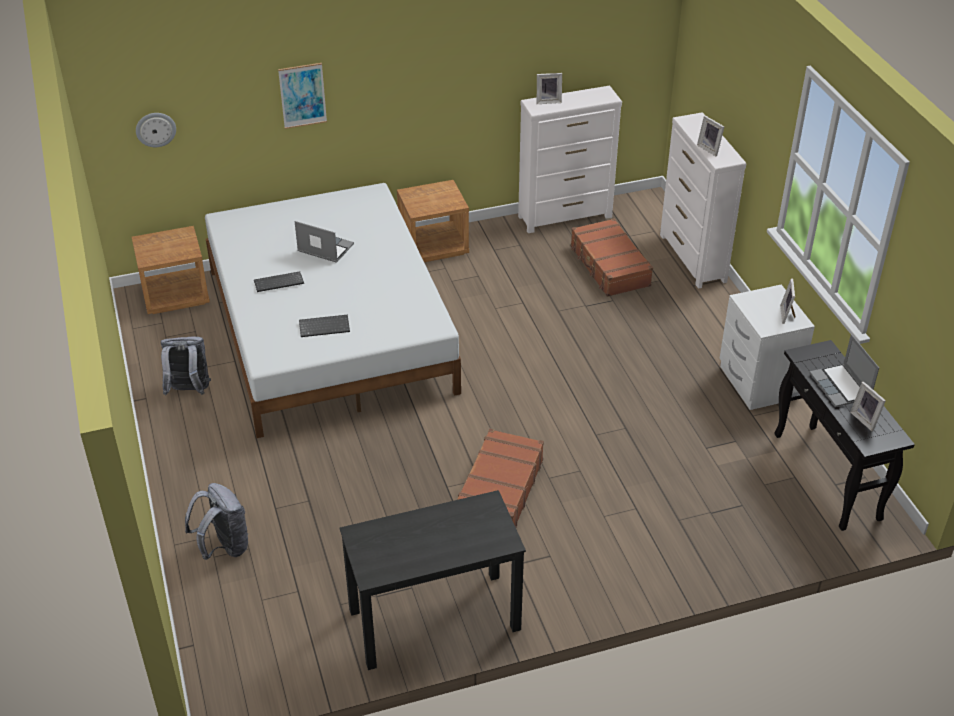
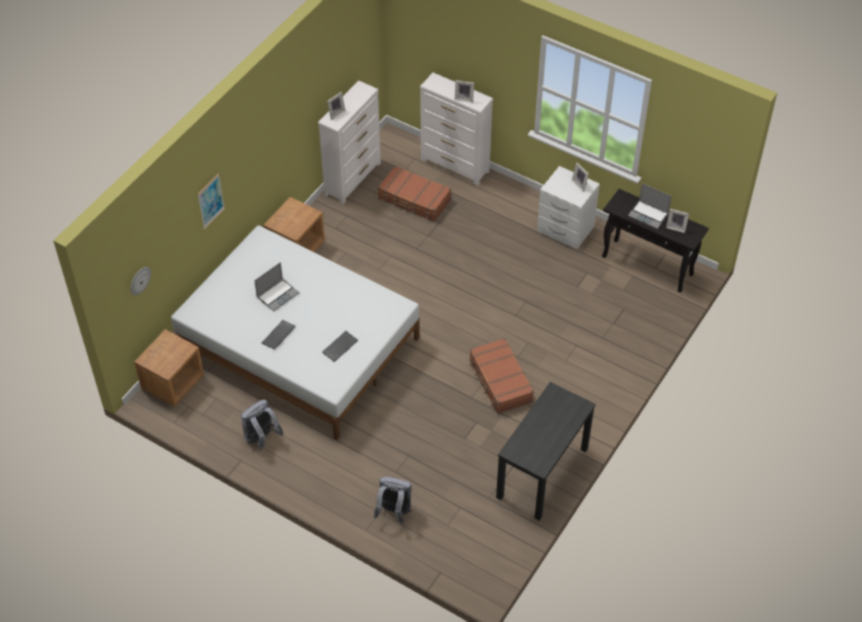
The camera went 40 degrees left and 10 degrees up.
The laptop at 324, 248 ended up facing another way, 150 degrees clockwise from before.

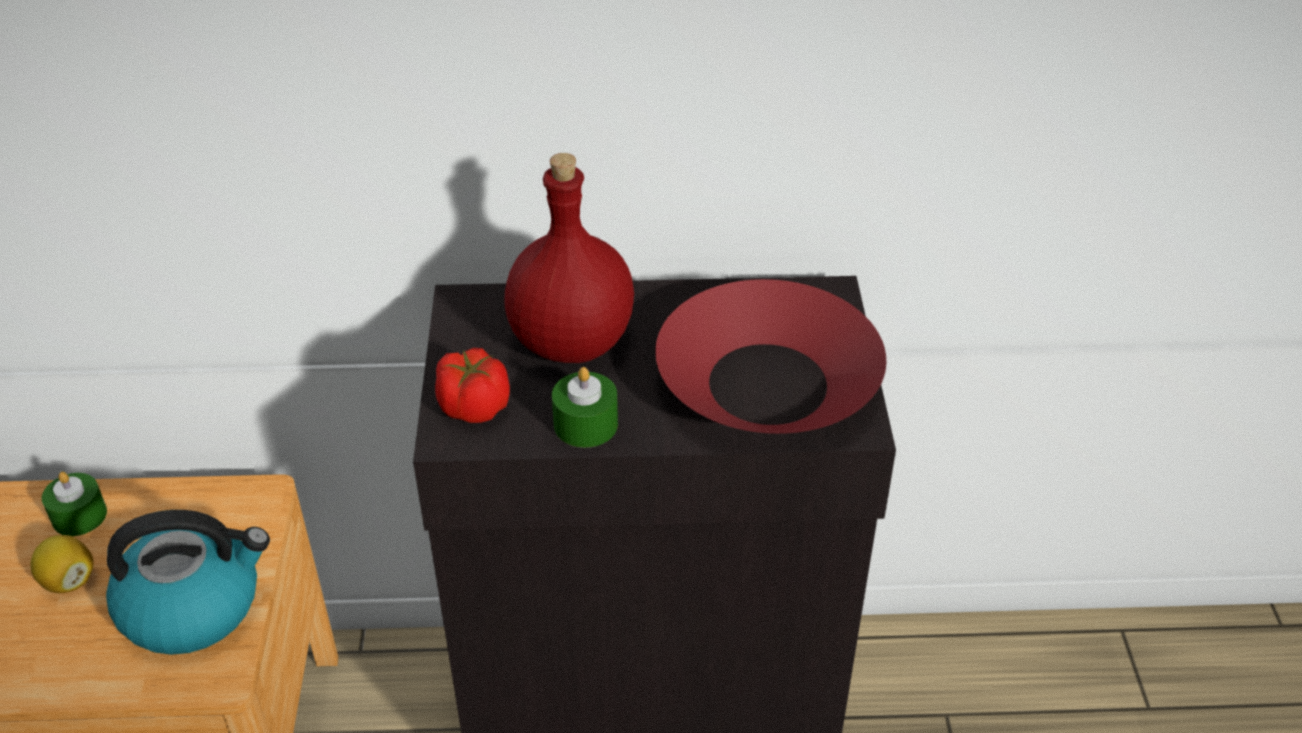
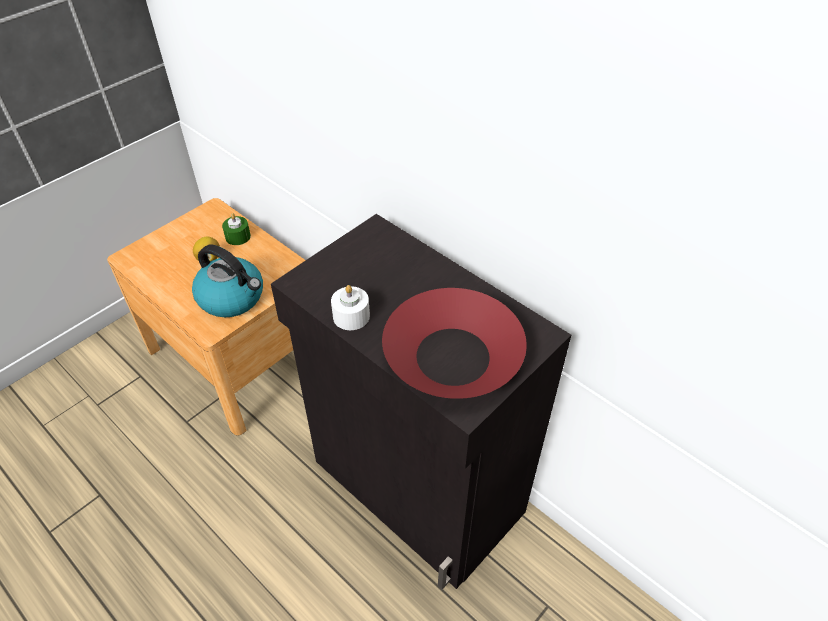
The camera went 45 degrees right and 5 degrees up.
The second view lost the red bottle at 573, 341.
The second view lost the tomato at 473, 406.
What was the green candle at 585, 424 turned into the white candle at 351, 316.

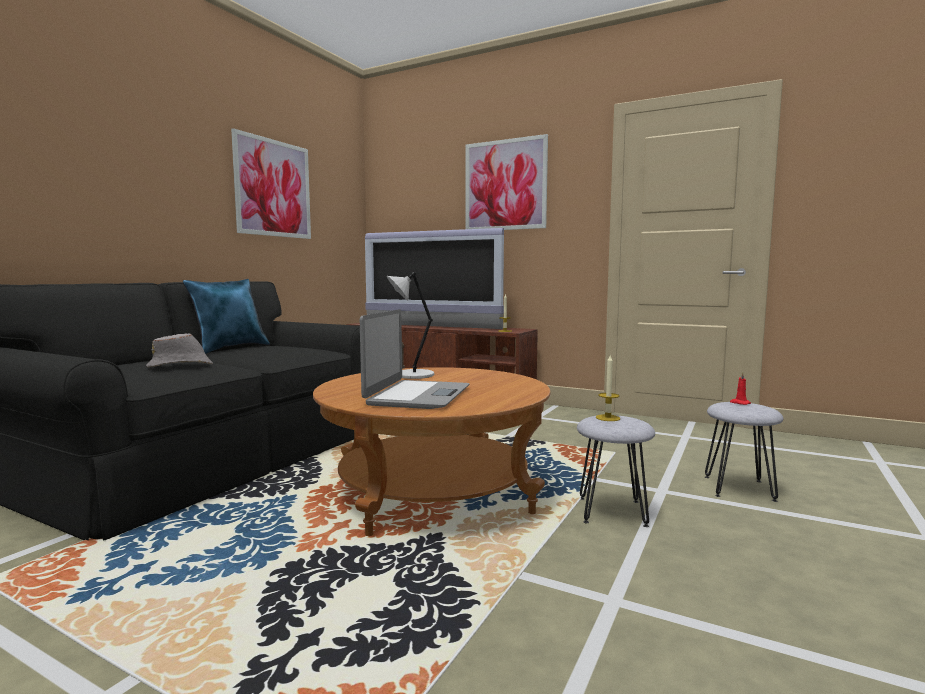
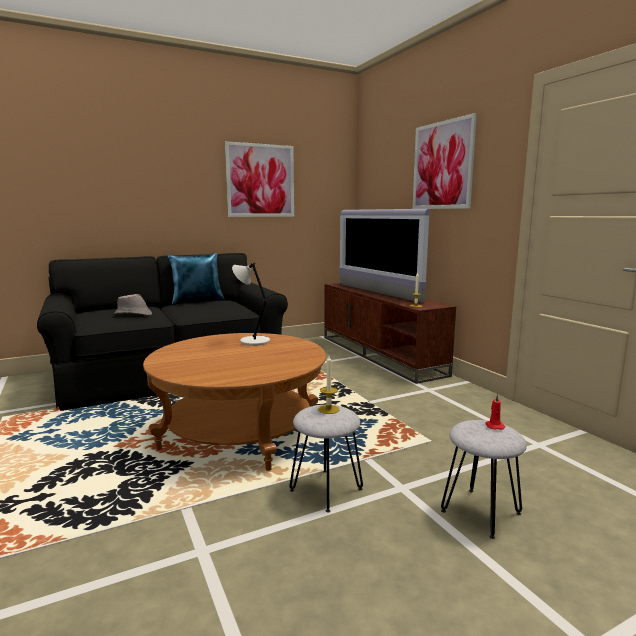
The camera went 35 degrees right and 5 degrees up.
The second view lost the laptop at 418, 396.

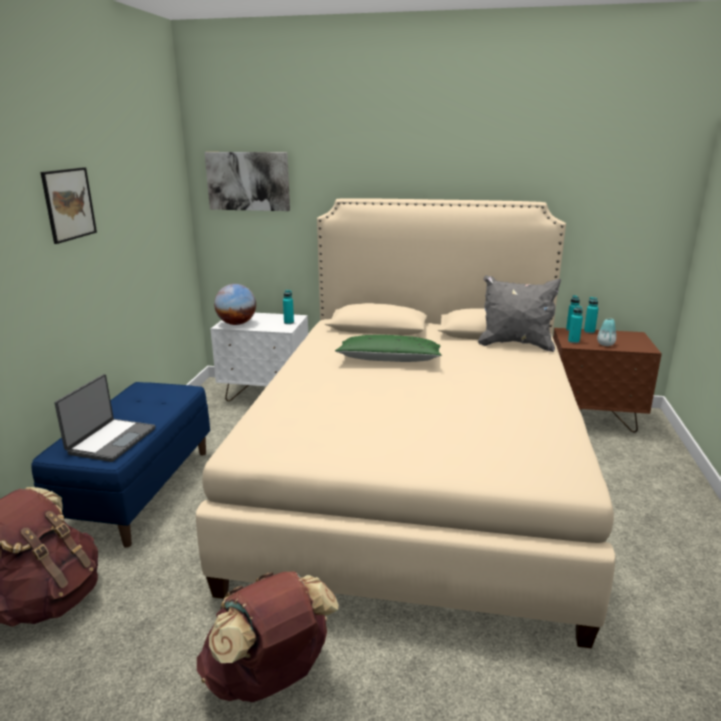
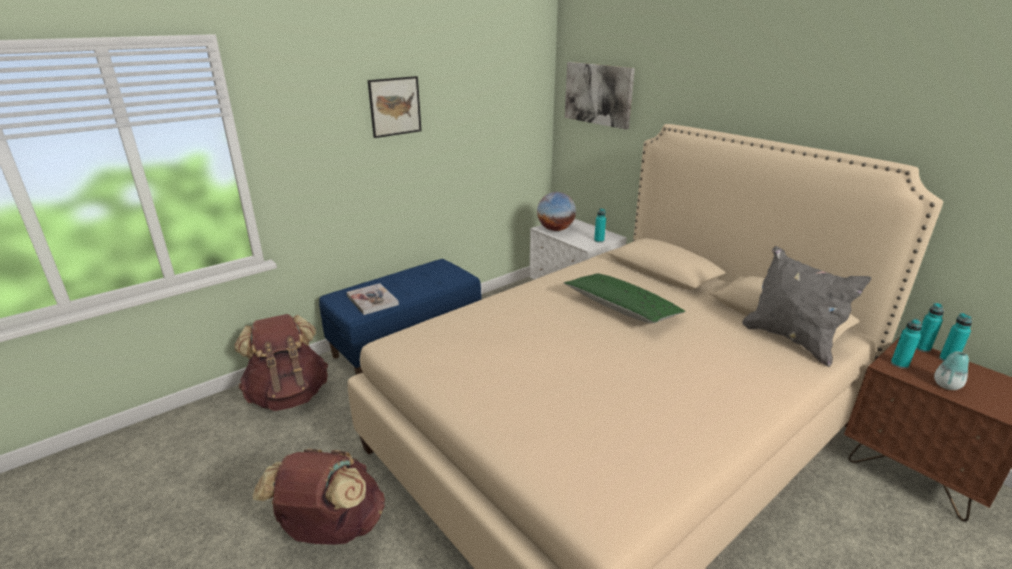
The camera went 40 degrees right and 5 degrees up.
Where the laptop stood at 111, 441, the book came to stand at 372, 300.

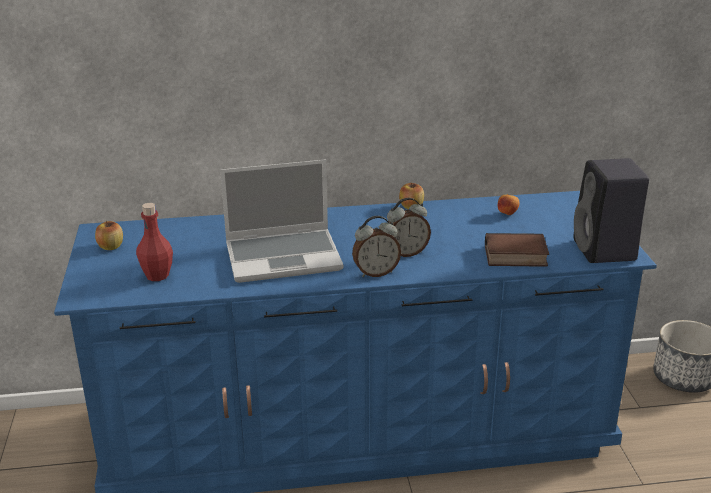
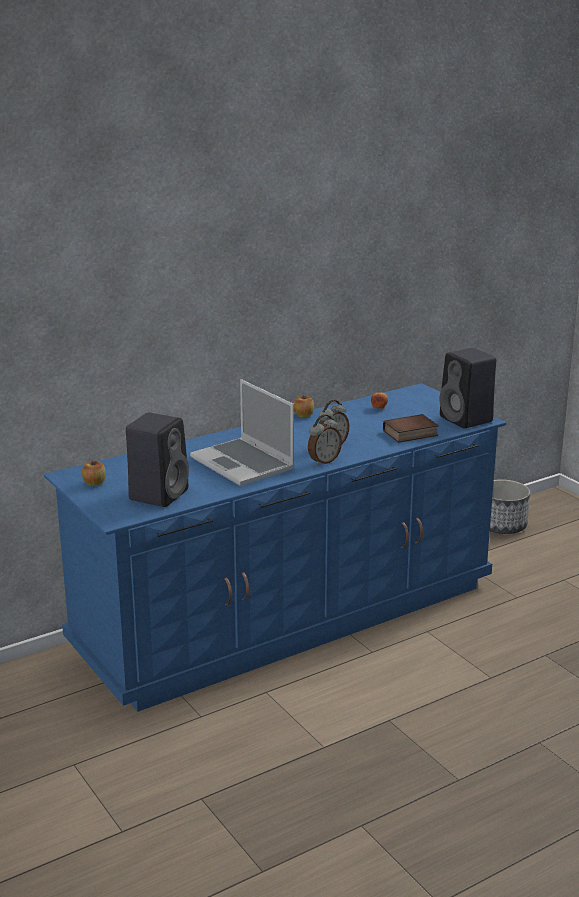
The camera went 25 degrees left and 5 degrees down.
The laptop at 284, 256 ended up facing another way, 90 degrees clockwise from before.
Where the red bottle stood at 157, 275, the black speaker came to stand at 159, 494.

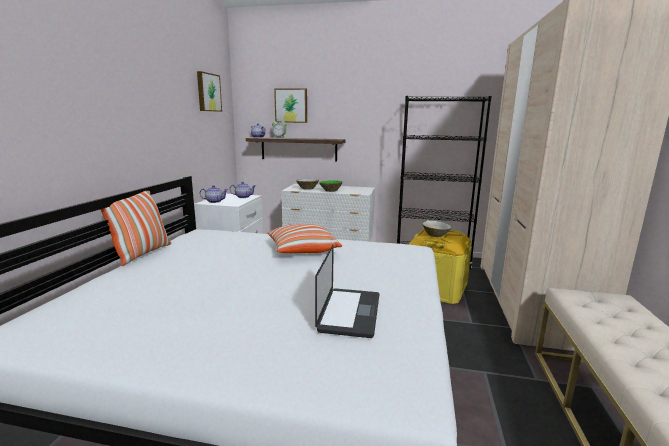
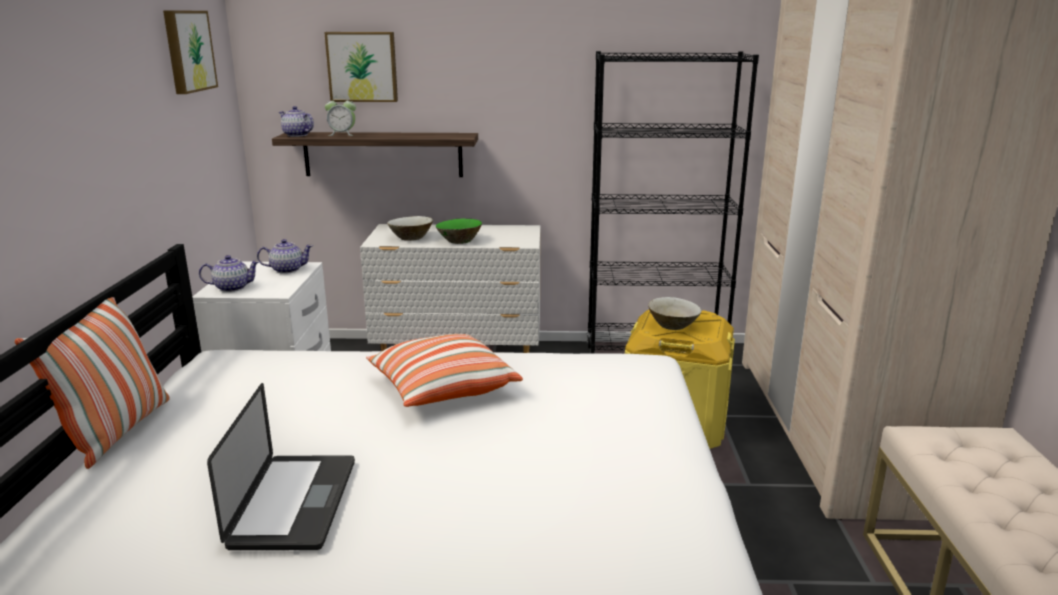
The camera went 10 degrees left and 5 degrees up.
The laptop ended up elsewhere, having gone from 349, 313 to 294, 503.

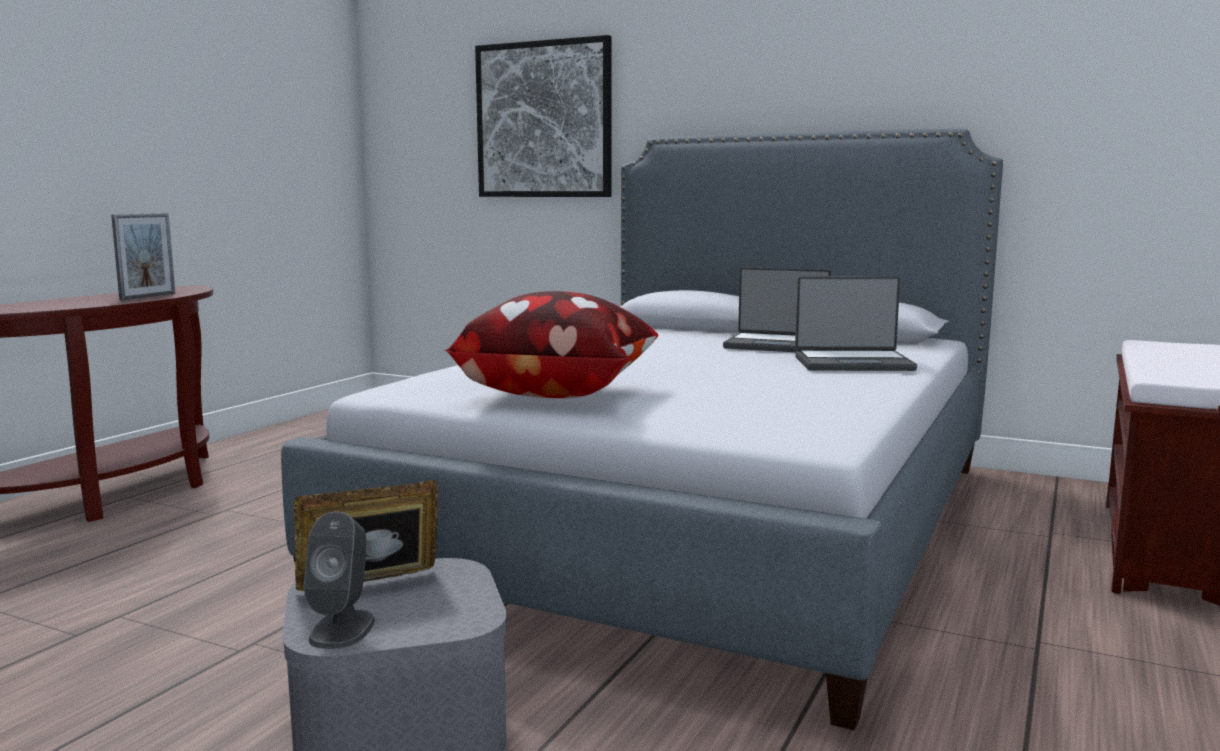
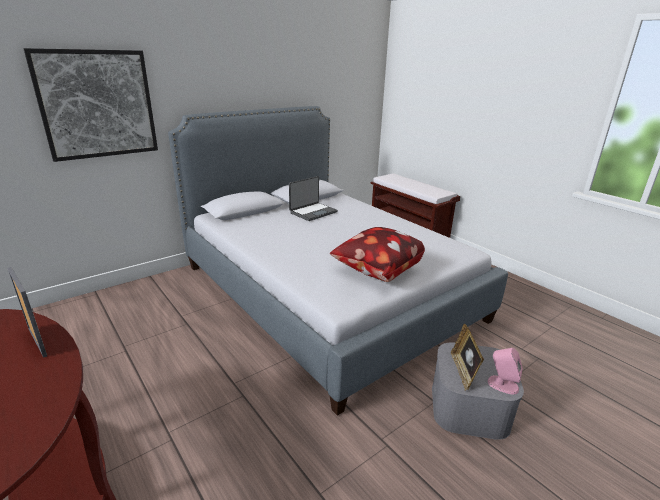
The camera went 65 degrees left and 15 degrees up.
The second view lost the laptop at 853, 363.
What was the grey speaker at 342, 629 turned into the pink speaker at 502, 384.

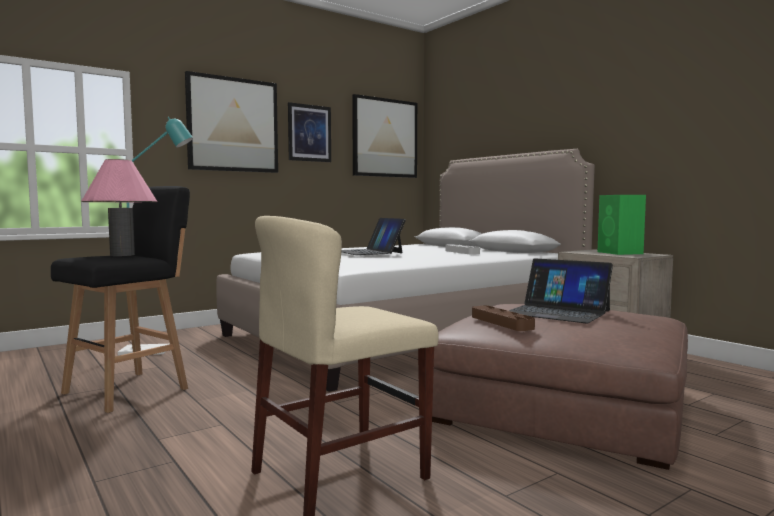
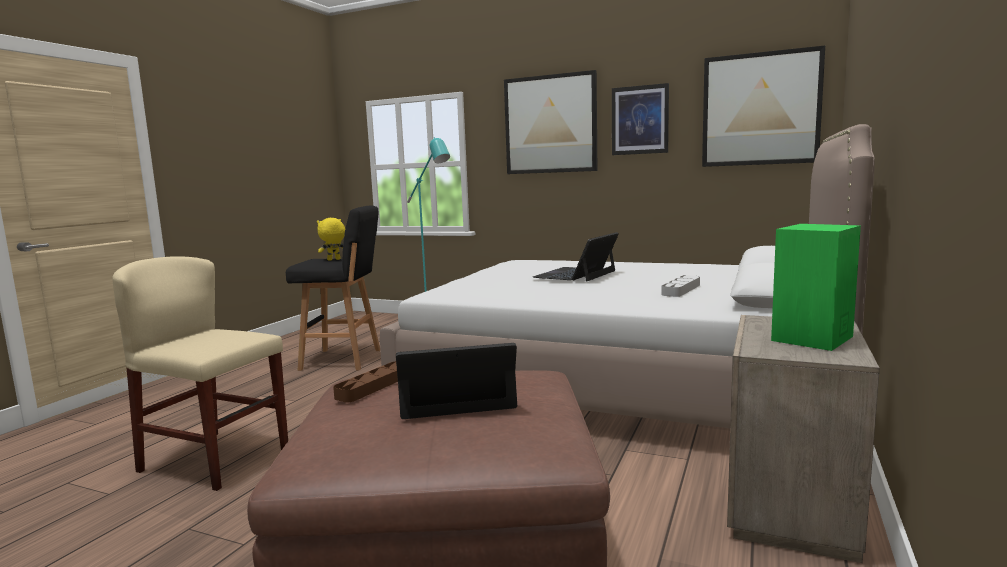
The camera went 60 degrees right and 5 degrees up.
Where the pink table lamp stood at 122, 255, the yellow plush toy came to stand at 333, 260.
The laptop at 557, 312 ended up facing another way, 75 degrees clockwise from before.

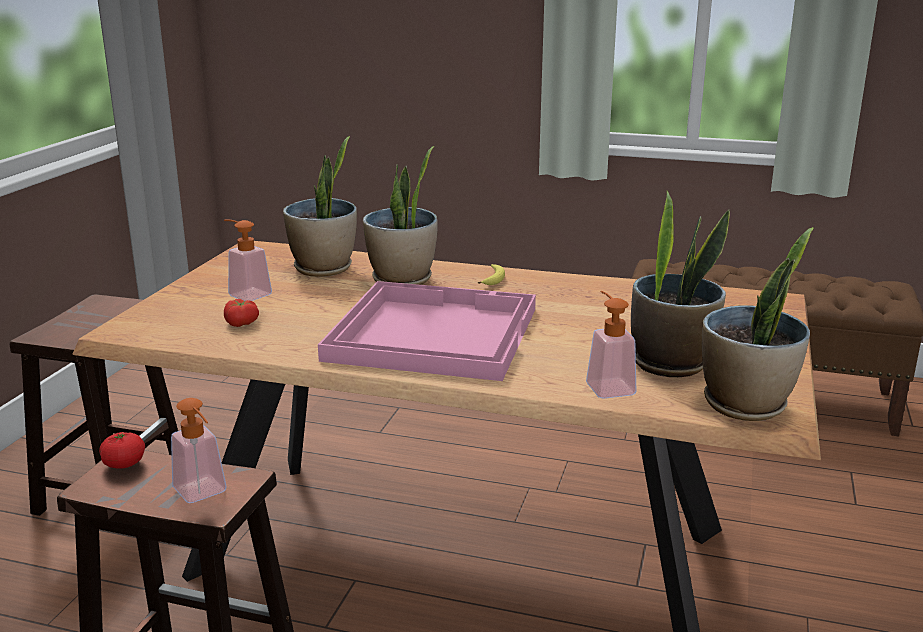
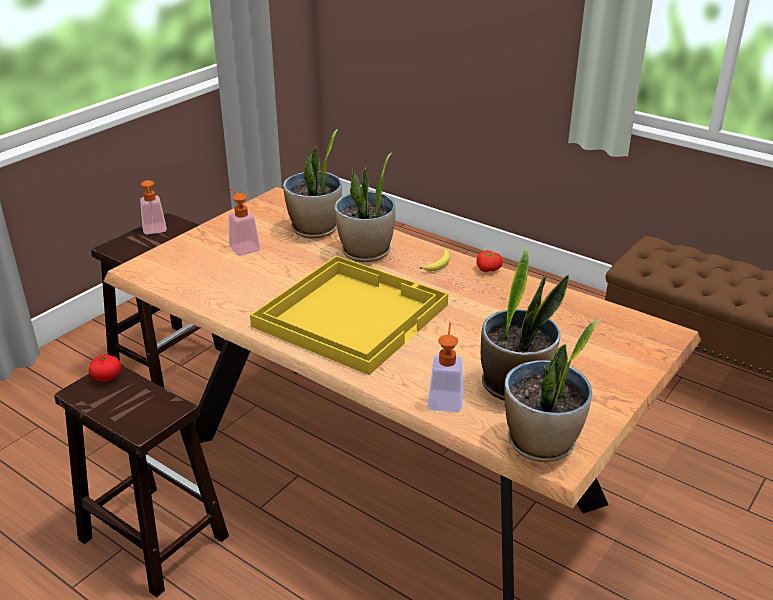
The camera went 20 degrees right and 10 degrees up.
What was the pink tray at 432, 333 turned into the yellow tray at 350, 314.
The tomato ended up elsewhere, having gone from 242, 323 to 489, 269.
The soap dispenser ended up elsewhere, having gone from 203, 494 to 155, 231.

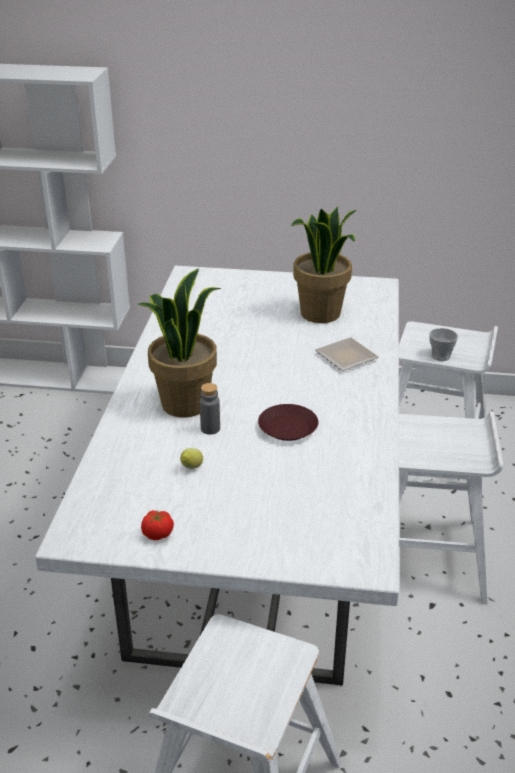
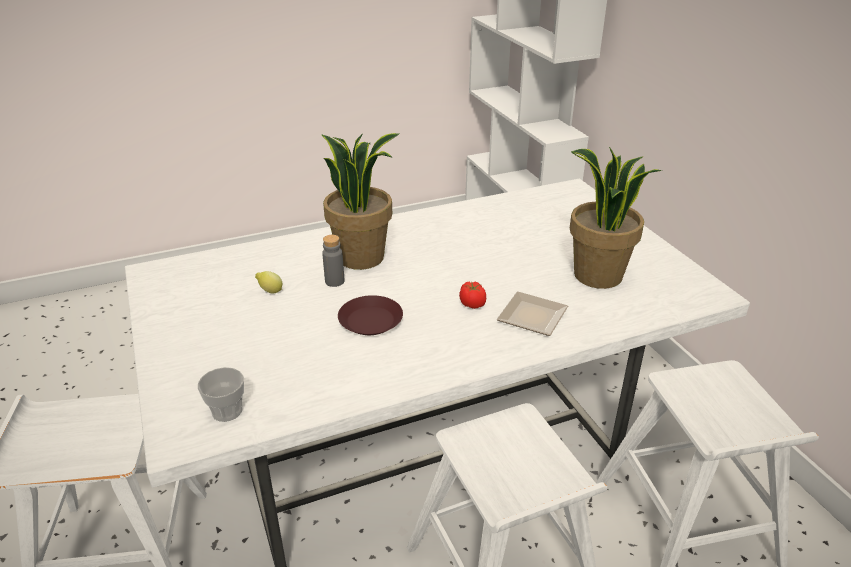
The camera went 60 degrees right and 0 degrees up.
The cup ended up elsewhere, having gone from 440, 356 to 227, 411.
The tomato ended up elsewhere, having gone from 158, 534 to 472, 304.

